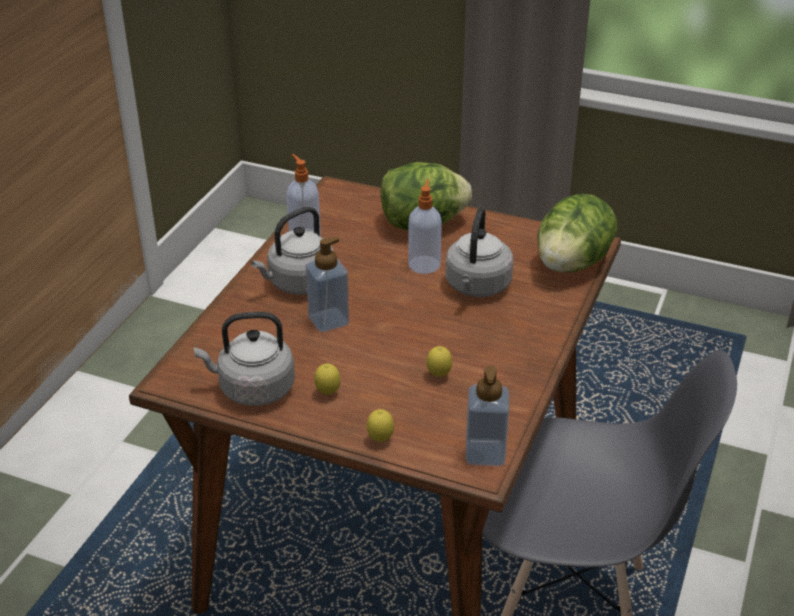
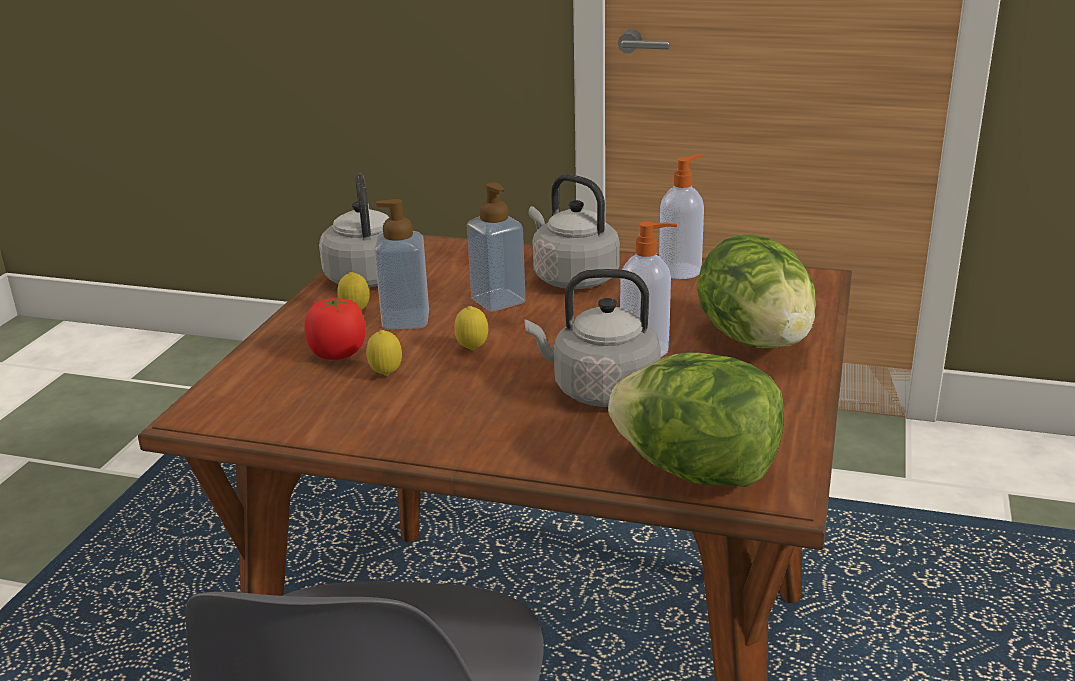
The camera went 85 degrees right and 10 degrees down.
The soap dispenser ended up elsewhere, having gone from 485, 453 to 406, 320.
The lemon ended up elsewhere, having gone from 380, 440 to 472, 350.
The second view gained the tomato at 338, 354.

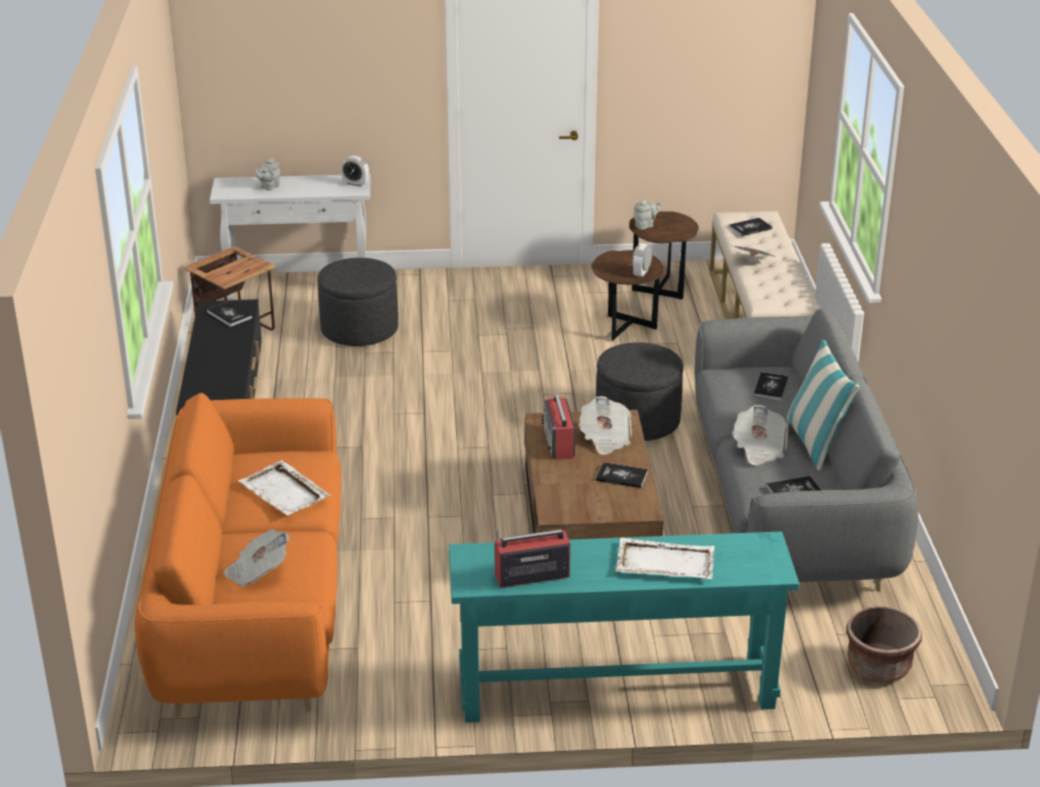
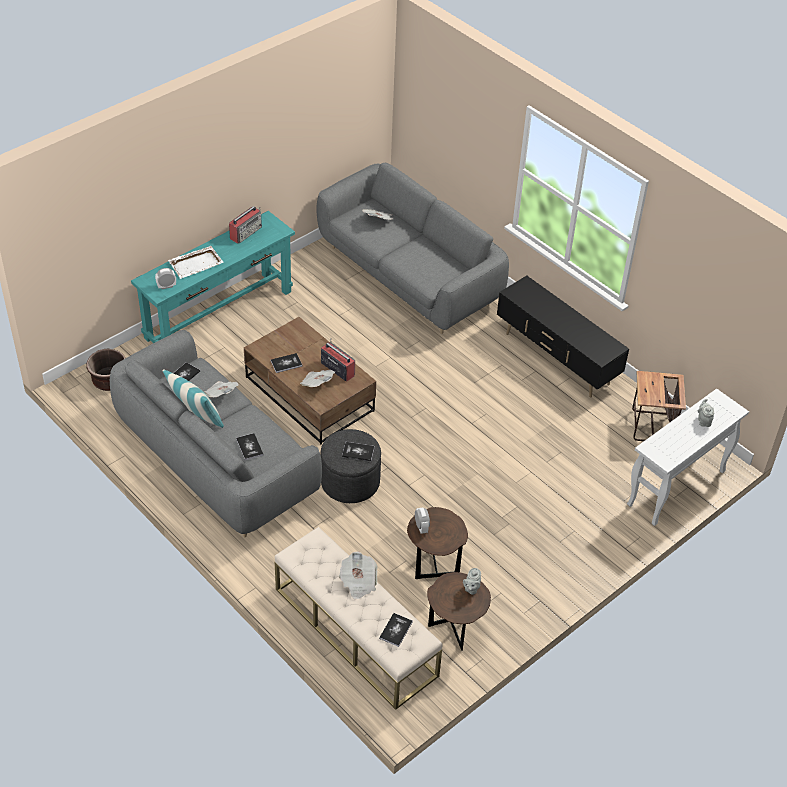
The camera went 140 degrees right and 15 degrees up.
The alarm clock ended up elsewhere, having gone from 355, 184 to 166, 286.
The second view lost the grey ottoman at 359, 329.
The book ended up elsewhere, having gone from 229, 315 to 358, 452.
What was the orange sofa at 253, 606 turned into the grey sofa at 409, 276.
The second view lost the white tray at 285, 492.

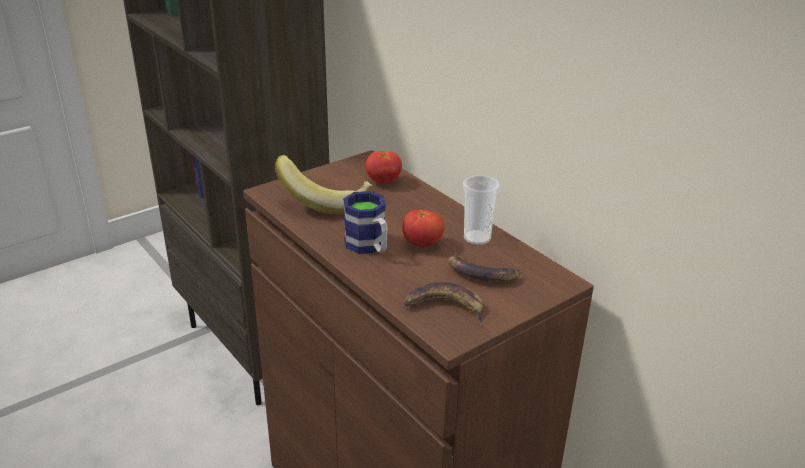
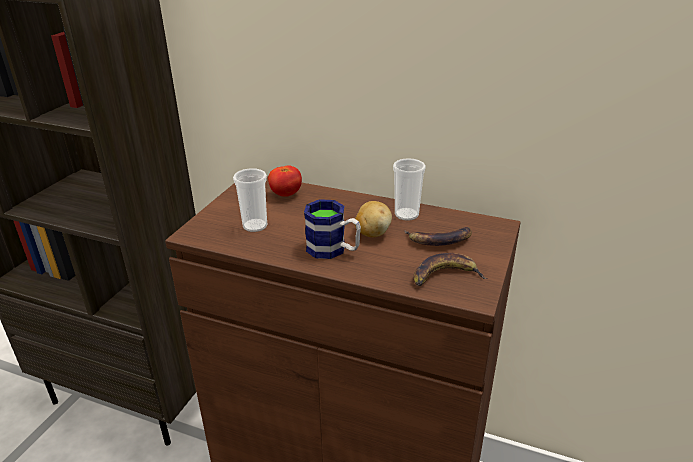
The camera went 30 degrees left and 0 degrees up.
Where the banana stood at 325, 202, the cup came to stand at 255, 226.
Where the tomato stood at 422, 244, the potato came to stand at 372, 233.

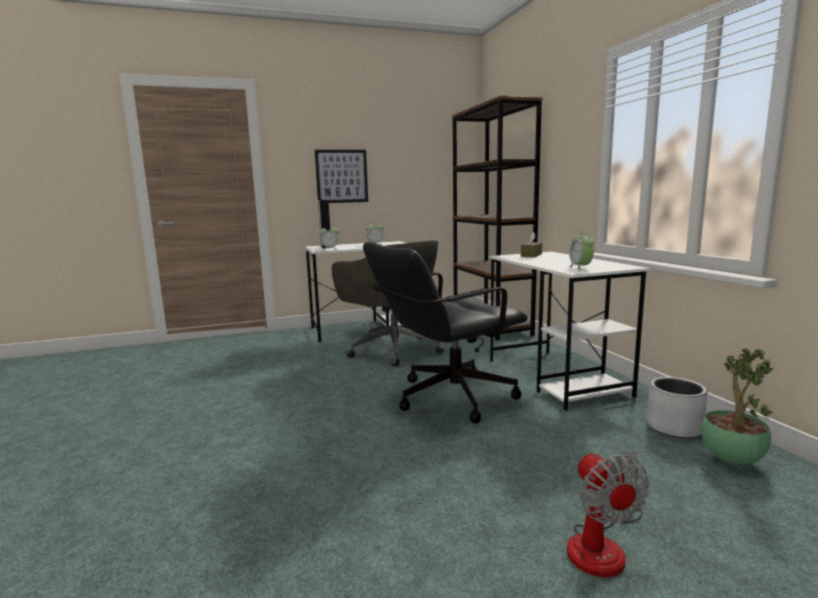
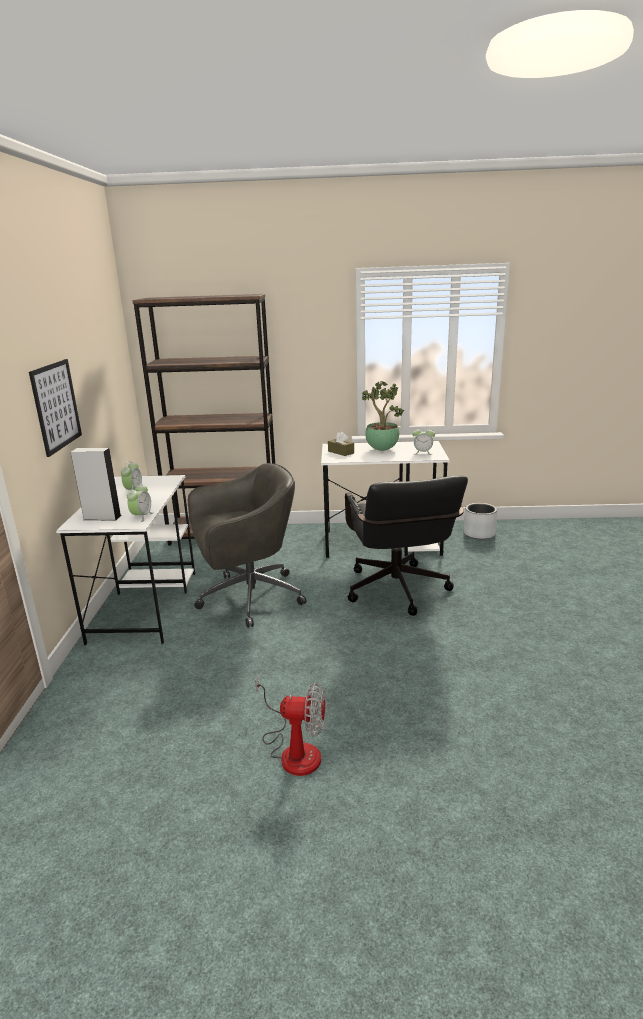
The camera went 70 degrees left and 10 degrees up.
The potted plant ended up elsewhere, having gone from 730, 459 to 381, 449.
The fan ended up elsewhere, having gone from 603, 543 to 294, 750.

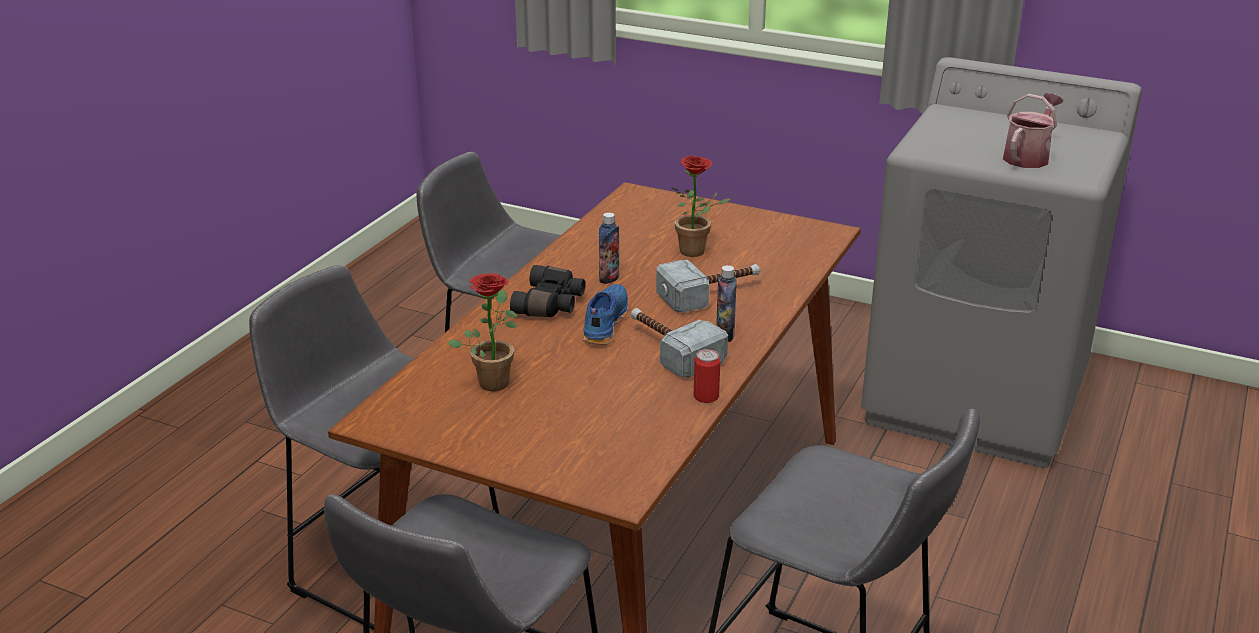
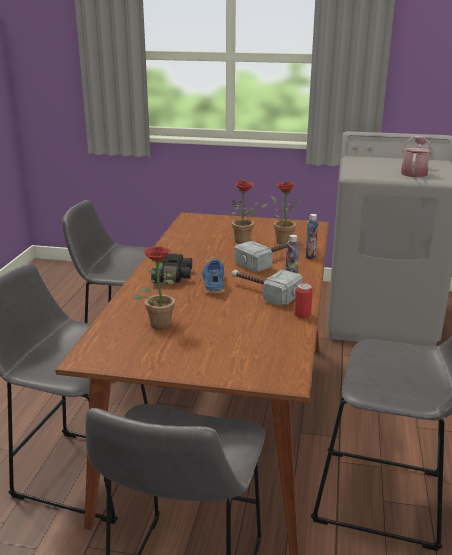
The camera went 15 degrees left and 5 degrees down.
The bottle ended up elsewhere, having gone from 609, 278 to 310, 256.
The second view gained the potted plant at 281, 241.

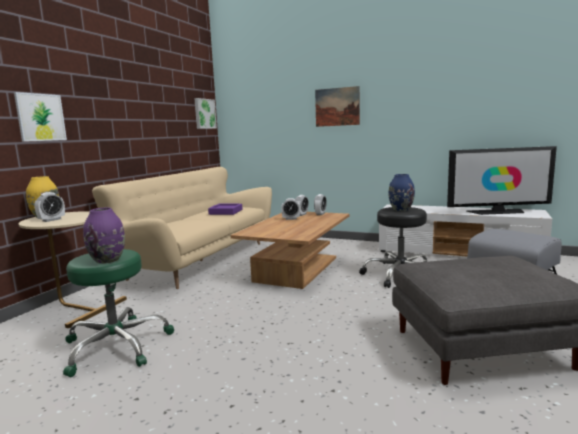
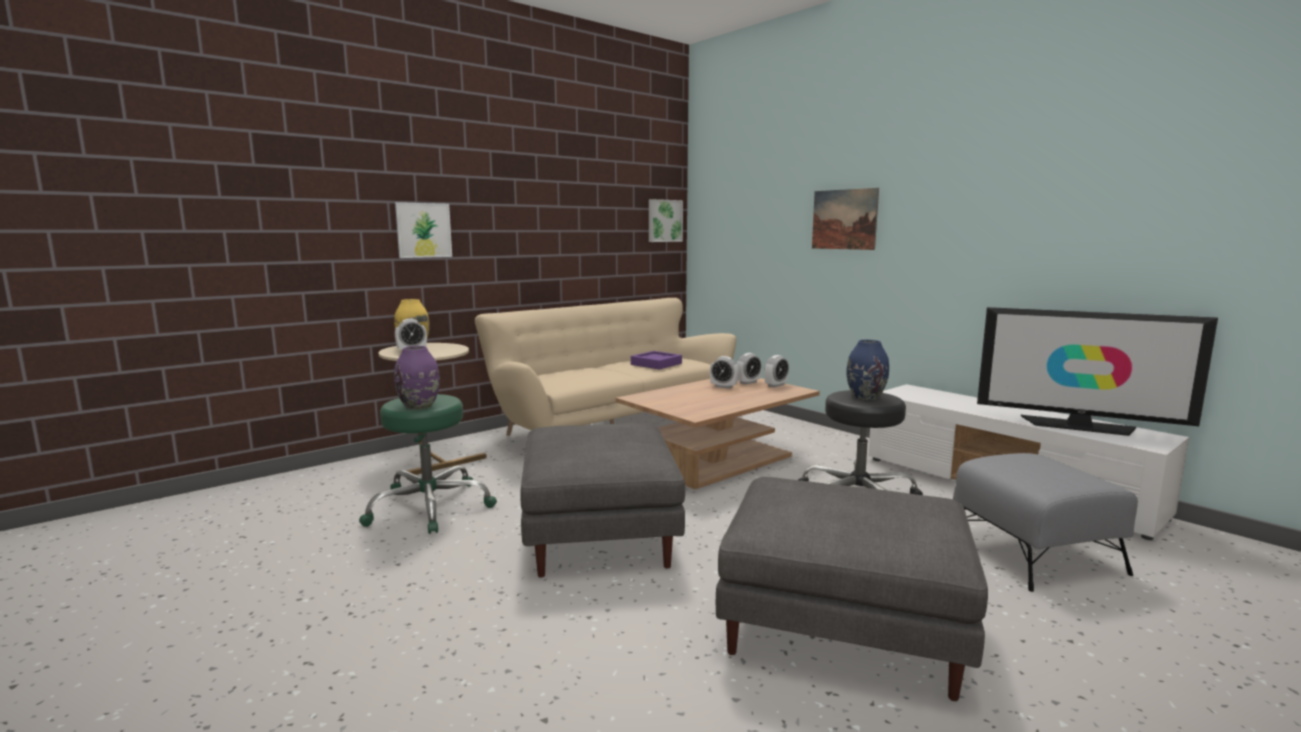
The camera went 25 degrees right and 0 degrees up.
The second view gained the grey ottoman at 598, 533.

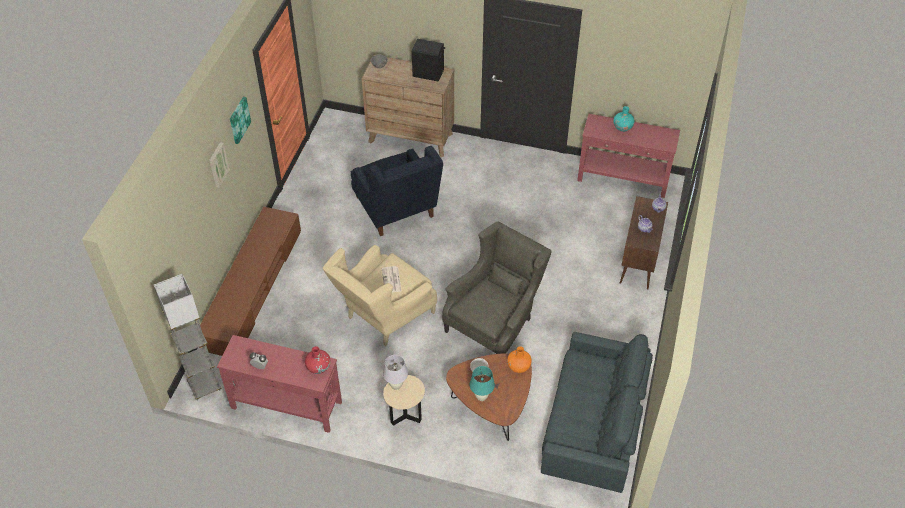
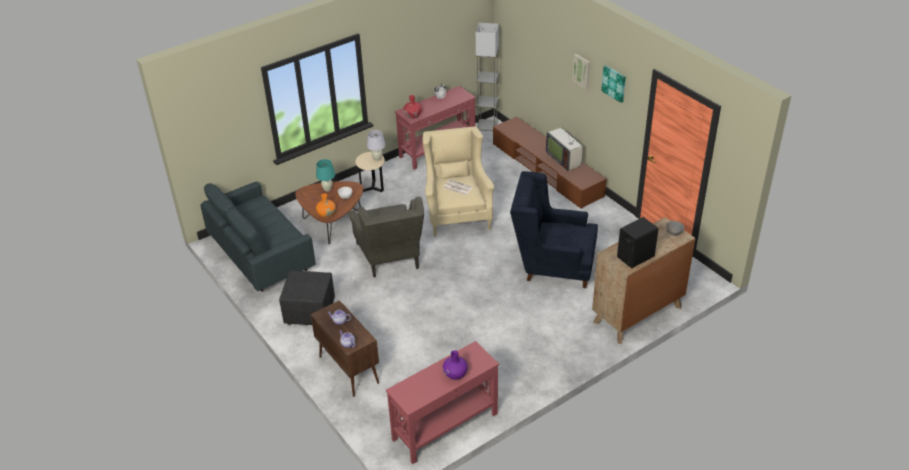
The camera went 130 degrees right and 10 degrees down.
What was the turquoise vase at 622, 127 turned into the purple vase at 455, 374.
The second view gained the television at 564, 159.
The second view gained the black ottoman at 309, 312.

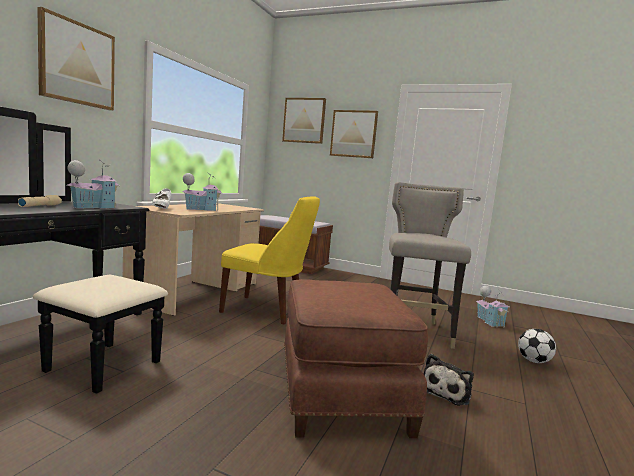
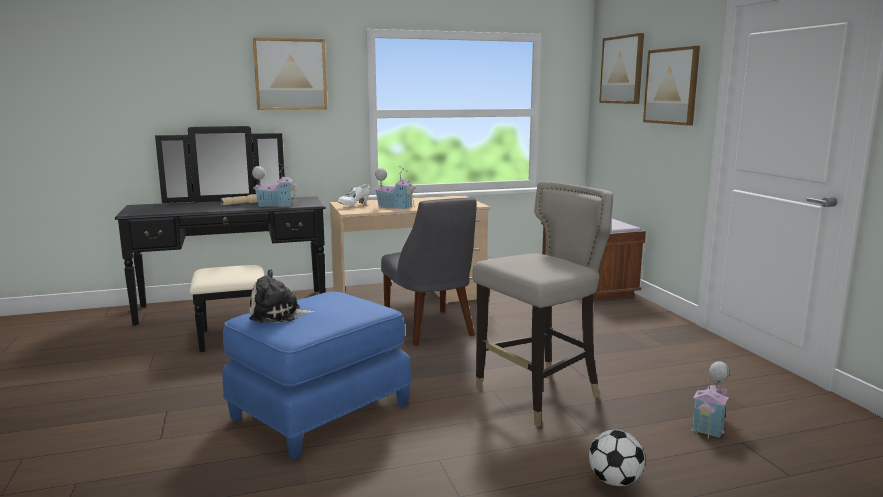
The camera went 50 degrees right and 5 degrees up.
What was the yellow chair at 266, 310 turned into the grey chair at 430, 329.
What was the brown ottoman at 340, 394 turned into the blue ottoman at 319, 410.
The plush toy ended up elsewhere, having gone from 447, 392 to 279, 315.

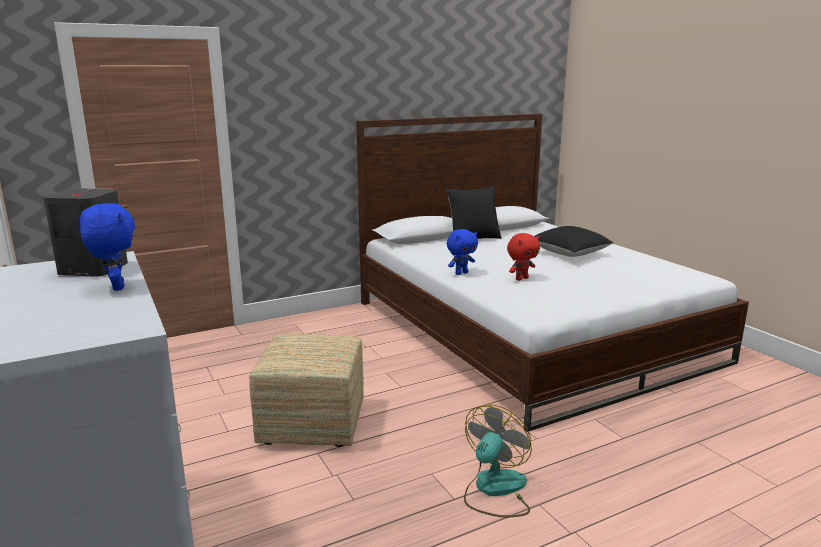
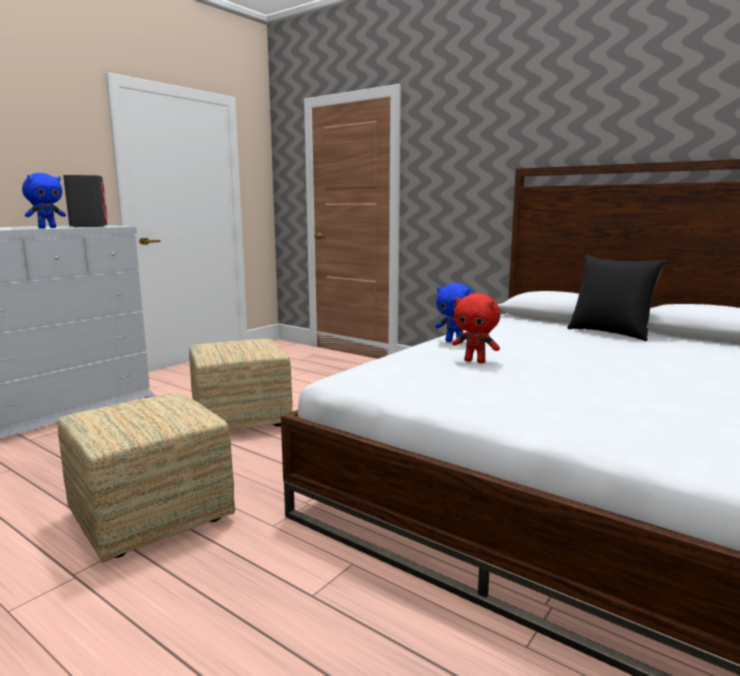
The camera went 65 degrees right and 5 degrees down.
The second view lost the black pillow at 569, 253.
Where the fan stood at 494, 490, the ottoman came to stand at 153, 516.

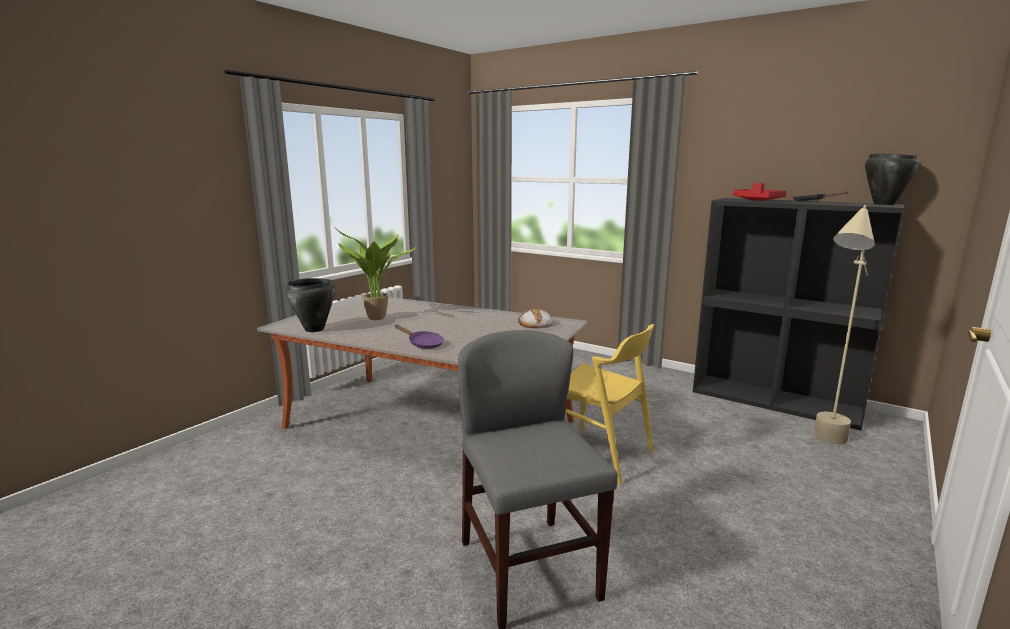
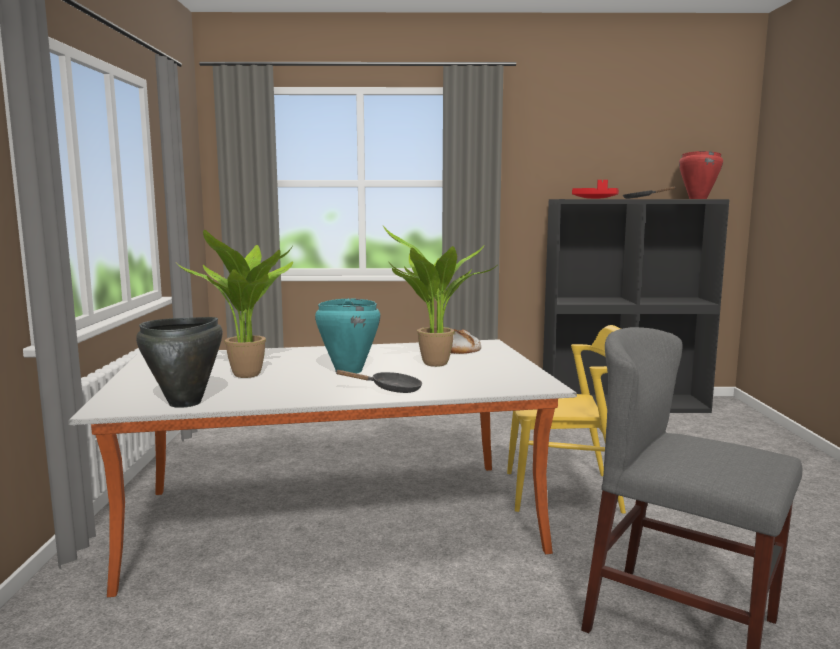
The camera went 35 degrees left and 5 degrees down.
What was the black cooking pot at 883, 204 turned into the red cooking pot at 697, 198.
The second view lost the beige floor lamp at 824, 446.
What was the purple frying pan at 423, 344 turned into the black frying pan at 390, 389.
The second view gained the potted plant at 433, 365.
The second view gained the turquoise cooking pot at 348, 371.

